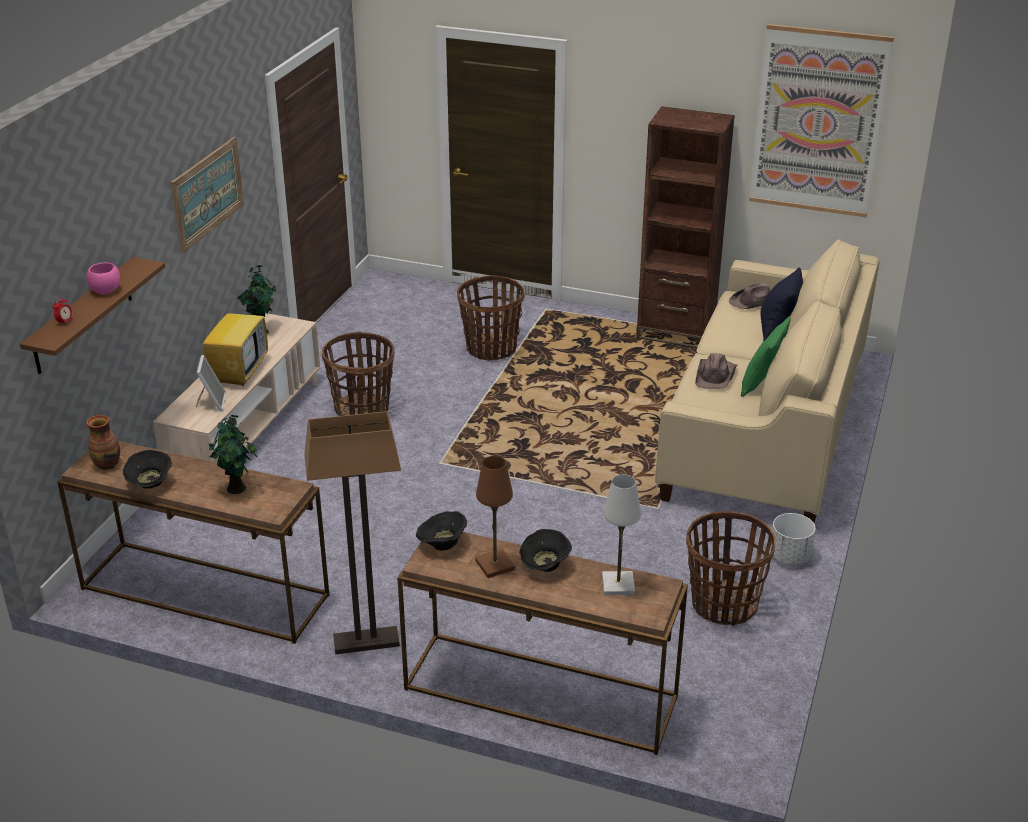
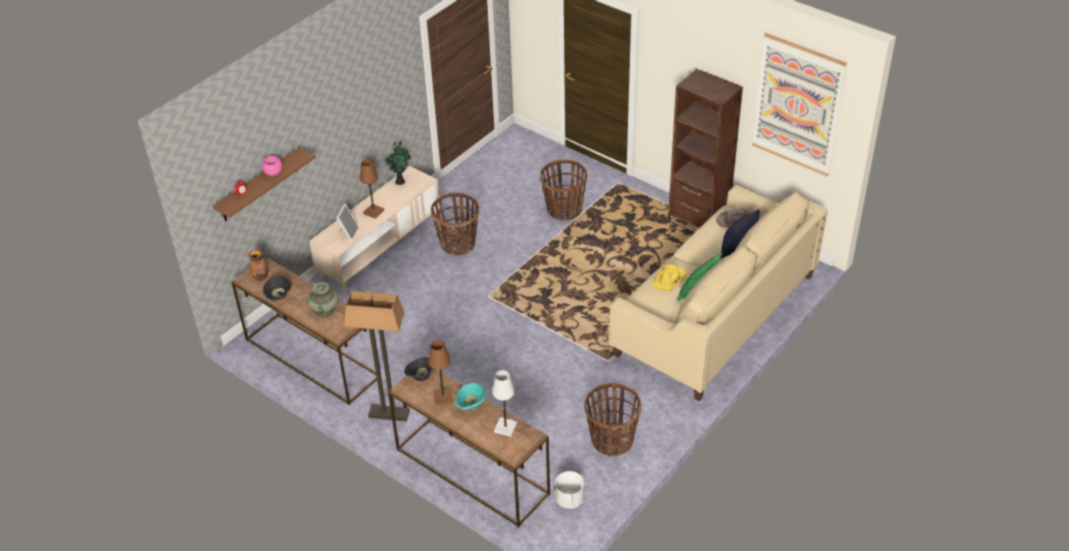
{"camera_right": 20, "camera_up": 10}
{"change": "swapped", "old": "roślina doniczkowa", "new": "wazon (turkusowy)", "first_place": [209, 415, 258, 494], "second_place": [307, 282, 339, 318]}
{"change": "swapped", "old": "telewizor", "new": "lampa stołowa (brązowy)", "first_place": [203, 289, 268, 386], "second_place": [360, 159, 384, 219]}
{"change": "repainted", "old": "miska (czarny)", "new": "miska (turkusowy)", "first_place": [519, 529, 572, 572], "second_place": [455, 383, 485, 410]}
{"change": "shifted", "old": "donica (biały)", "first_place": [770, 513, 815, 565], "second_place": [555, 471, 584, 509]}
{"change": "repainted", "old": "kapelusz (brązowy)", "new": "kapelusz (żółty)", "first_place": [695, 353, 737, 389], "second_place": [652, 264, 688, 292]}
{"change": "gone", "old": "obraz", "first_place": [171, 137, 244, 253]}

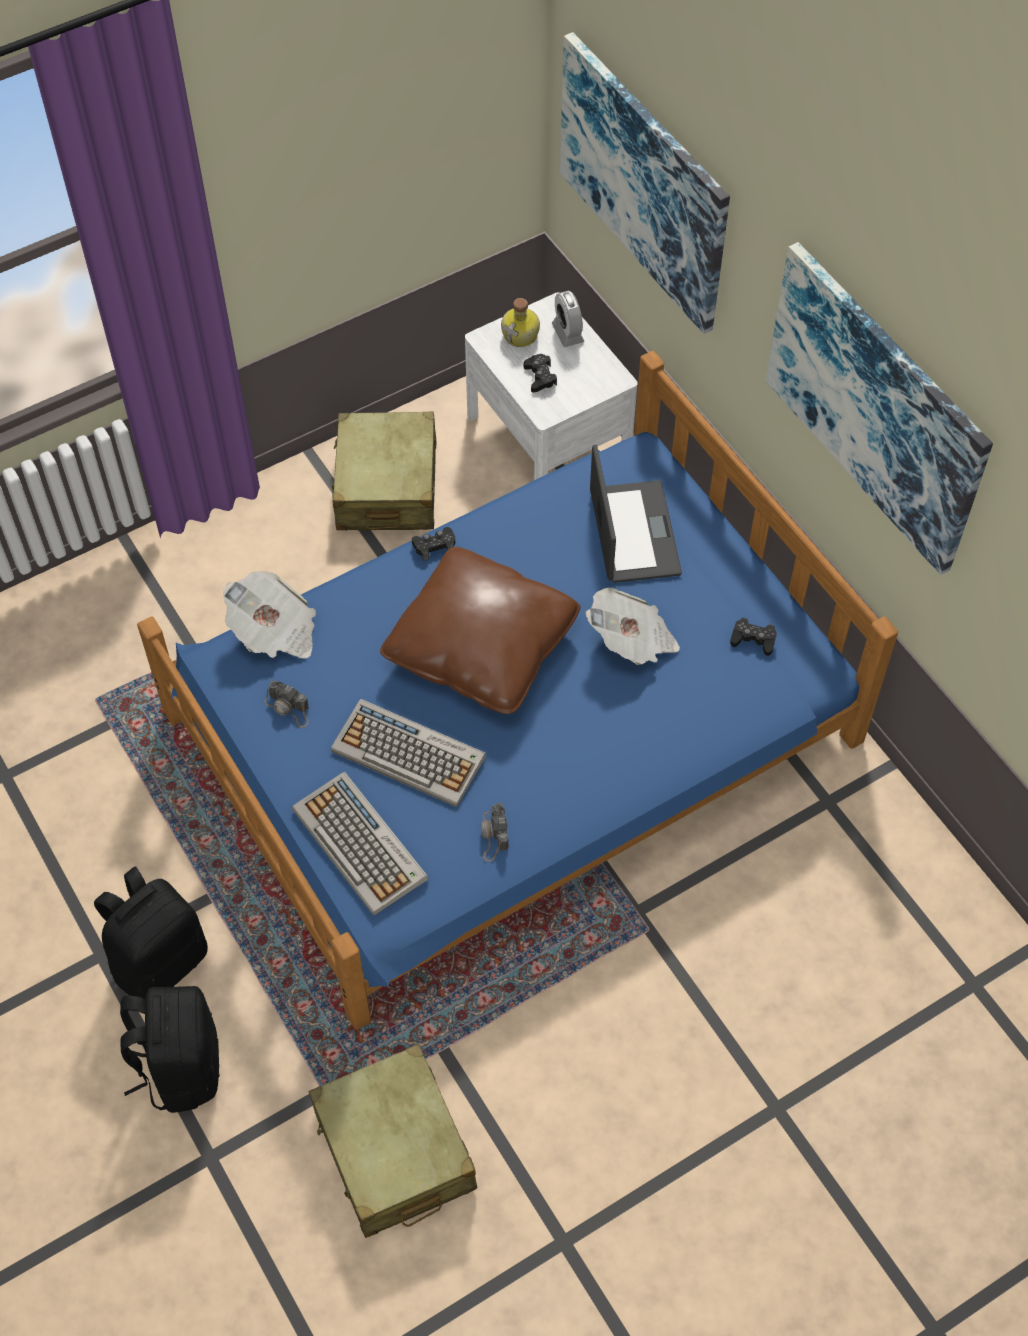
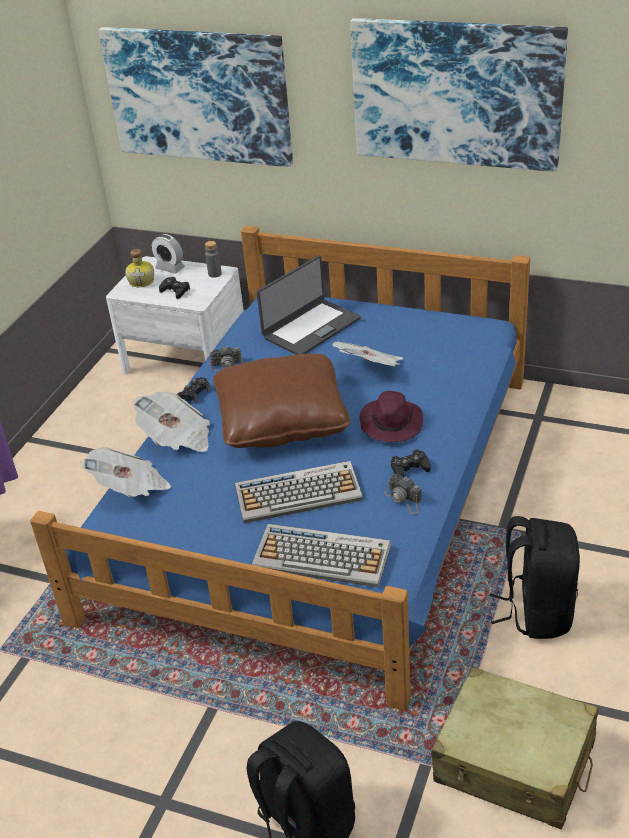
{"camera_right": -35, "camera_up": -20}
{"change": "new", "new": "gazeta", "second_place": [134, 392, 210, 452]}
{"change": "new", "new": "butelka (szary)", "second_place": [205, 241, 222, 278]}
{"change": "shifted", "old": "aparat fotograficzny", "first_place": [264, 681, 309, 728], "second_place": [210, 346, 244, 371]}
{"change": "rotated", "old": "laptop", "first_place": [590, 445, 682, 583], "second_place": [257, 256, 361, 355], "degrees": 90}
{"change": "new", "new": "kapelusz (fioletowy)", "second_place": [360, 391, 423, 442]}
{"change": "shifted", "old": "pad do gier (czarny)", "first_place": [730, 618, 777, 656], "second_place": [391, 449, 430, 477]}
{"change": "shifted", "old": "plecak (czarny)", "first_place": [94, 867, 208, 999], "second_place": [490, 516, 580, 639]}
{"change": "gone", "old": "walizka (beżowy)", "first_place": [332, 412, 437, 530]}

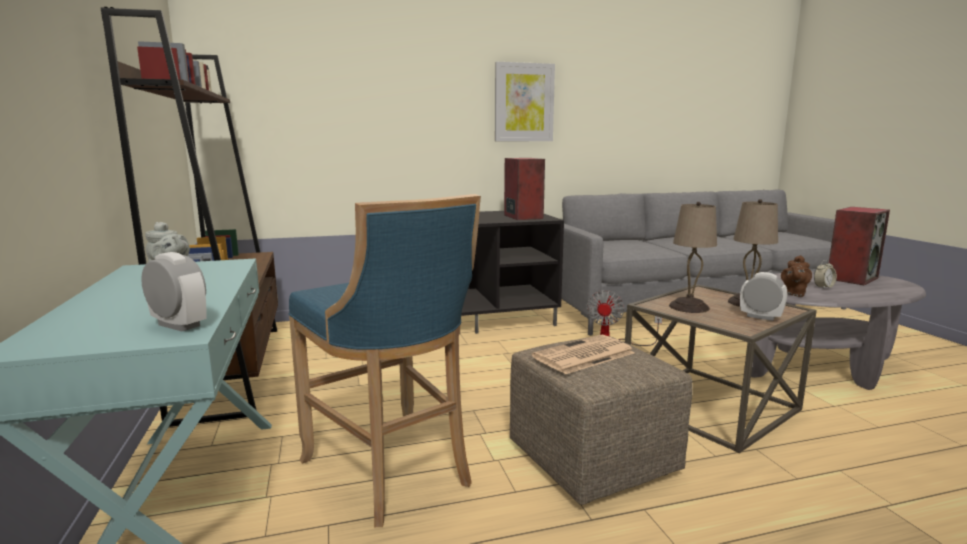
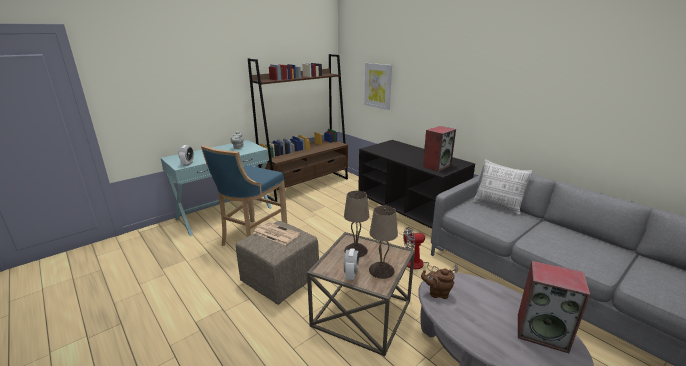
{"camera_right": 65, "camera_up": 10}
{"change": "shifted", "old": "obraz", "first_place": [495, 62, 555, 141], "second_place": [364, 63, 392, 110]}
{"change": "new", "new": "poduszka", "second_place": [473, 159, 533, 216]}
{"change": "gone", "old": "budzik", "first_place": [814, 260, 837, 289]}

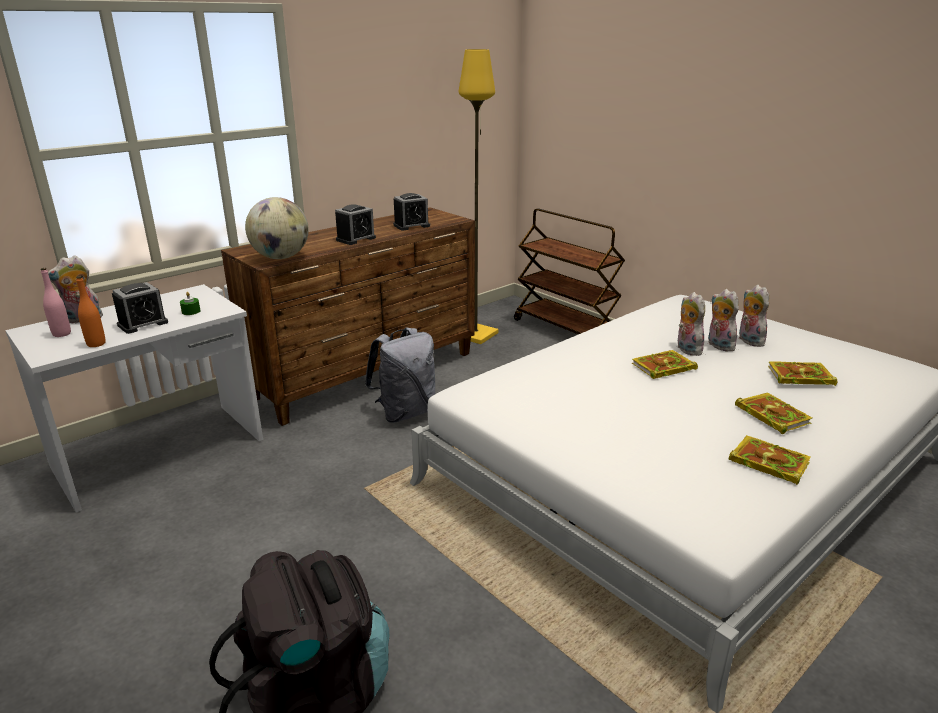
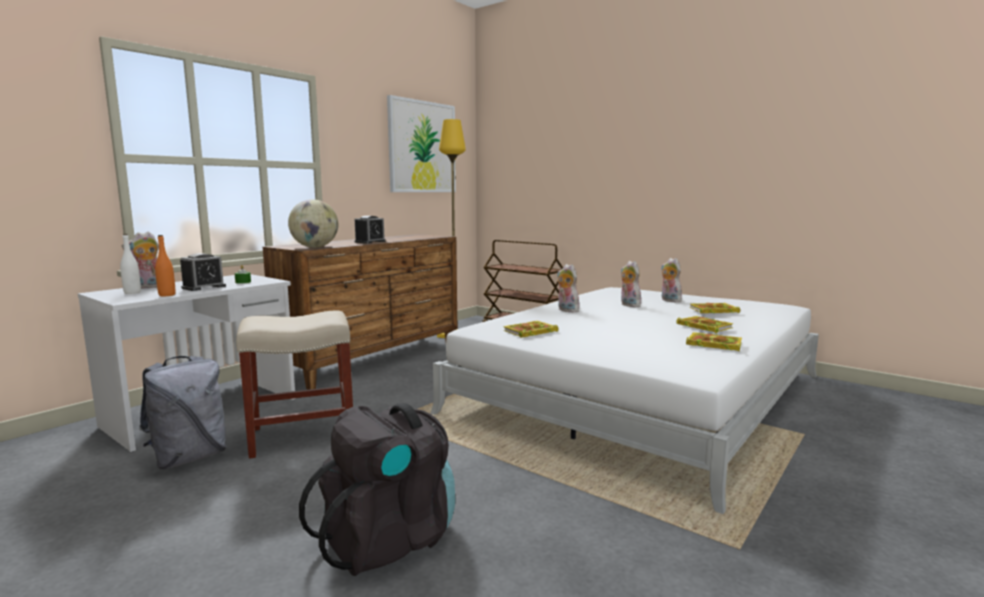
{"camera_right": -10, "camera_up": -15}
{"change": "repainted", "old": "butelka (różowy)", "new": "butelka (biały)", "first_place": [41, 268, 71, 337], "second_place": [120, 234, 141, 294]}
{"change": "shifted", "old": "plecak (szary)", "first_place": [365, 327, 435, 423], "second_place": [139, 356, 227, 470]}
{"change": "new", "new": "stołek (beżowy)", "second_place": [236, 311, 353, 459]}
{"change": "new", "new": "obraz", "second_place": [387, 95, 456, 192]}
{"change": "shifted", "old": "książka", "first_place": [632, 350, 698, 379], "second_place": [504, 321, 559, 338]}
{"change": "shifted", "old": "pluszak", "first_place": [708, 289, 739, 352], "second_place": [557, 264, 579, 313]}
{"change": "gone", "old": "budzik", "first_place": [393, 193, 430, 230]}

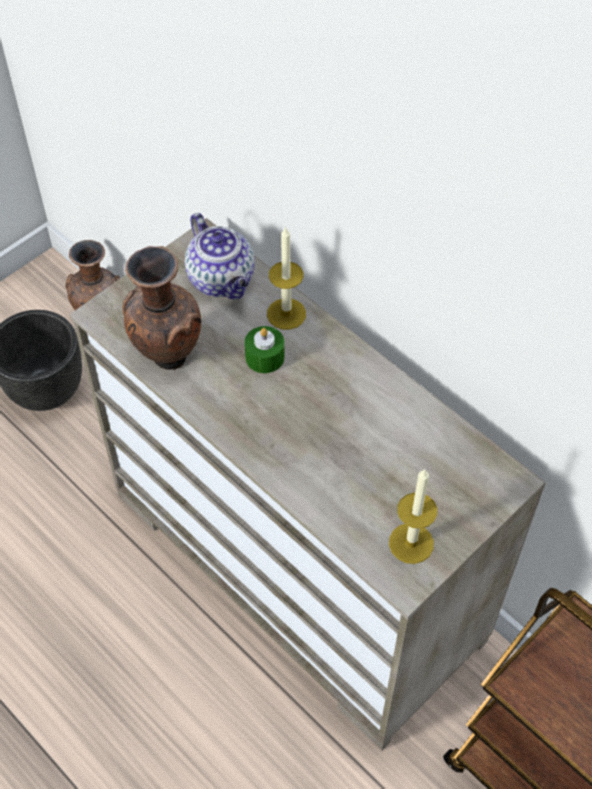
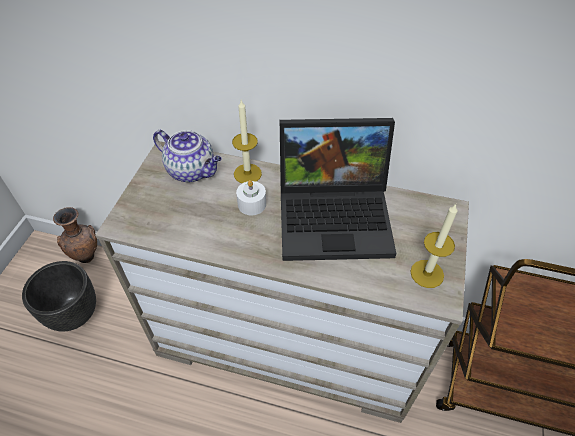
{"camera_right": -30, "camera_up": -5}
{"change": "repainted", "old": "świeca (zielony)", "new": "świeca (biały)", "first_place": [245, 326, 285, 373], "second_place": [236, 180, 266, 215]}
{"change": "new", "new": "laptop", "second_place": [280, 118, 396, 261]}
{"change": "gone", "old": "wazon (brązowy)", "first_place": [123, 246, 201, 370]}

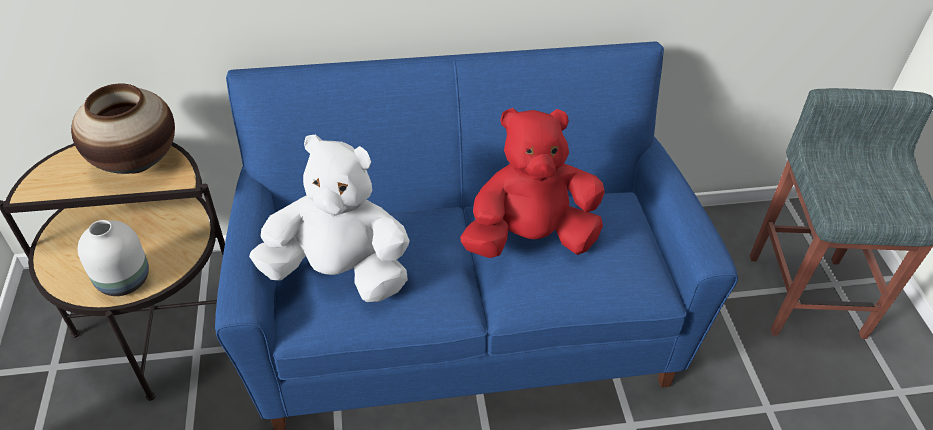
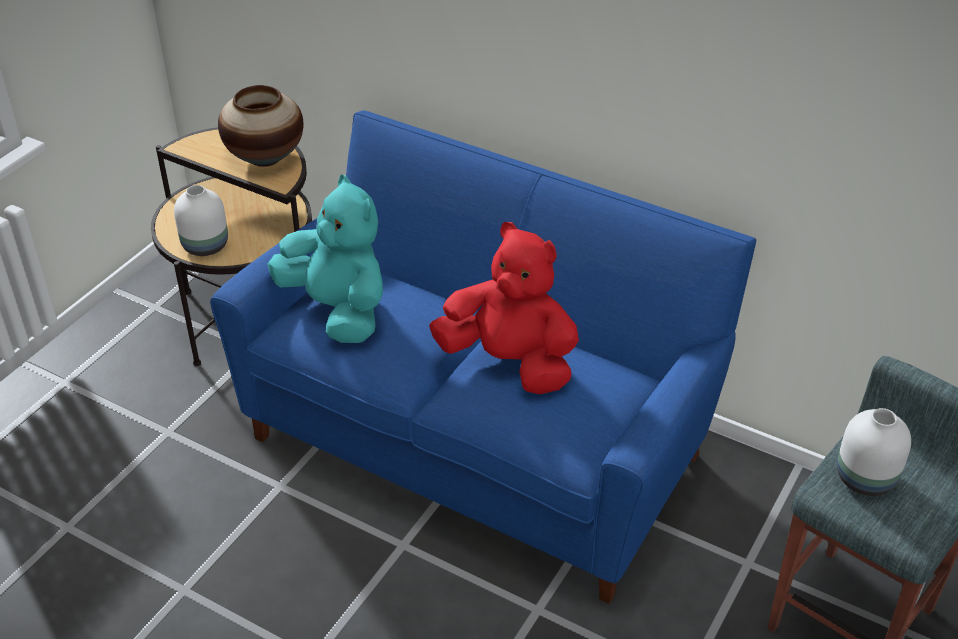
{"camera_right": 40, "camera_up": -5}
{"change": "repainted", "old": "pluszak (biały)", "new": "pluszak (turkusowy)", "first_place": [249, 135, 409, 302], "second_place": [267, 175, 383, 343]}
{"change": "new", "new": "wazon (biały)", "second_place": [837, 408, 911, 496]}

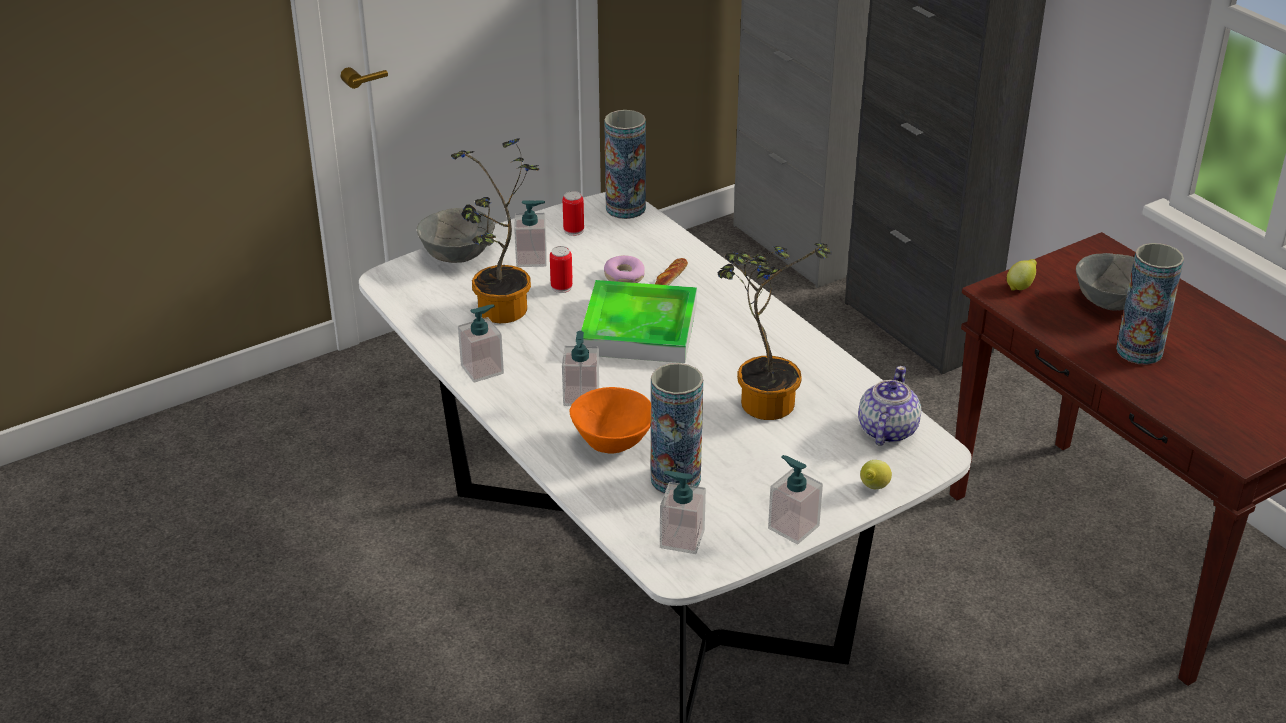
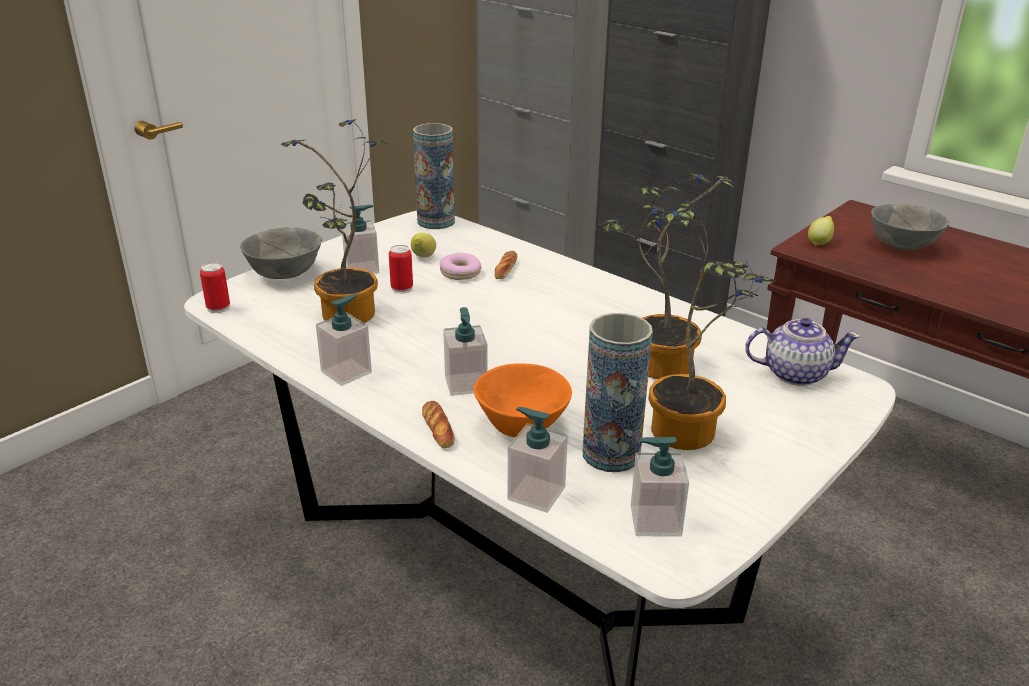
{"camera_right": -15, "camera_up": -5}
{"change": "shifted", "old": "puszka", "first_place": [563, 191, 584, 236], "second_place": [200, 262, 230, 313]}
{"change": "shifted", "old": "cytryna", "first_place": [860, 460, 892, 489], "second_place": [411, 233, 436, 258]}
{"change": "new", "new": "chleb", "second_place": [422, 401, 455, 448]}
{"change": "shifted", "old": "dozownik mydła", "first_place": [768, 455, 823, 544], "second_place": [507, 407, 568, 513]}
{"change": "new", "new": "roślina doniczkowa", "second_place": [648, 201, 775, 450]}
{"change": "rotated", "old": "imbryk", "first_place": [858, 366, 921, 446], "second_place": [745, 318, 861, 386], "degrees": 90}
{"change": "gone", "old": "taca", "first_place": [581, 280, 697, 363]}
{"change": "gone", "old": "wazon", "first_place": [1116, 243, 1184, 365]}

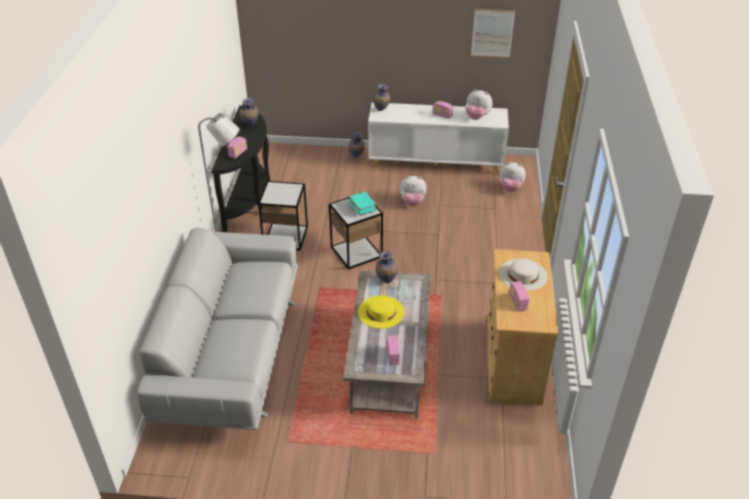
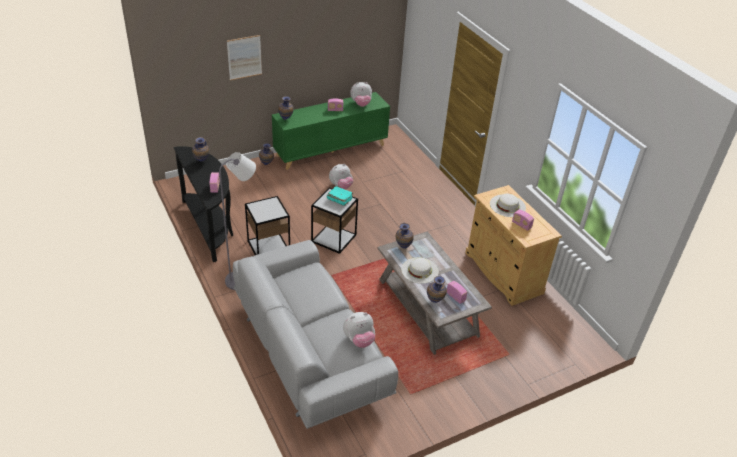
{"camera_right": -35, "camera_up": 0}
{"change": "shifted", "old": "obraz", "first_place": [471, 10, 515, 58], "second_place": [227, 35, 262, 80]}
{"change": "repainted", "old": "szafka (biały)", "new": "szafka (zielony)", "first_place": [368, 102, 509, 175], "second_place": [272, 92, 390, 170]}
{"change": "shifted", "old": "pluszak", "first_place": [499, 162, 526, 192], "second_place": [343, 312, 375, 348]}
{"change": "repainted", "old": "kapelusz (żółty)", "new": "kapelusz (biały)", "first_place": [358, 296, 404, 329], "second_place": [401, 257, 439, 284]}
{"change": "new", "new": "wazon", "second_place": [427, 276, 447, 303]}

